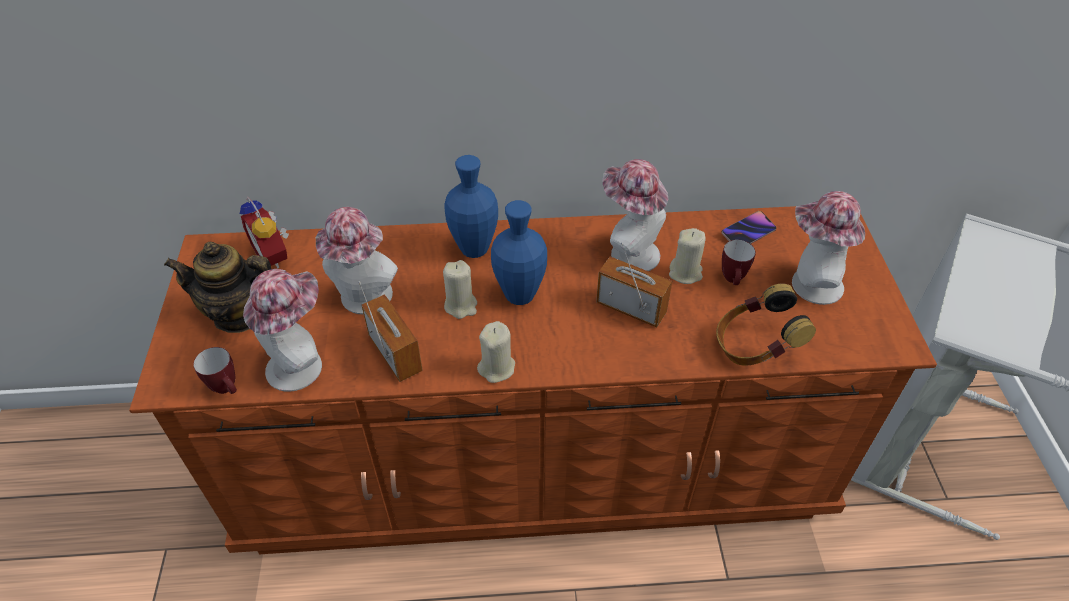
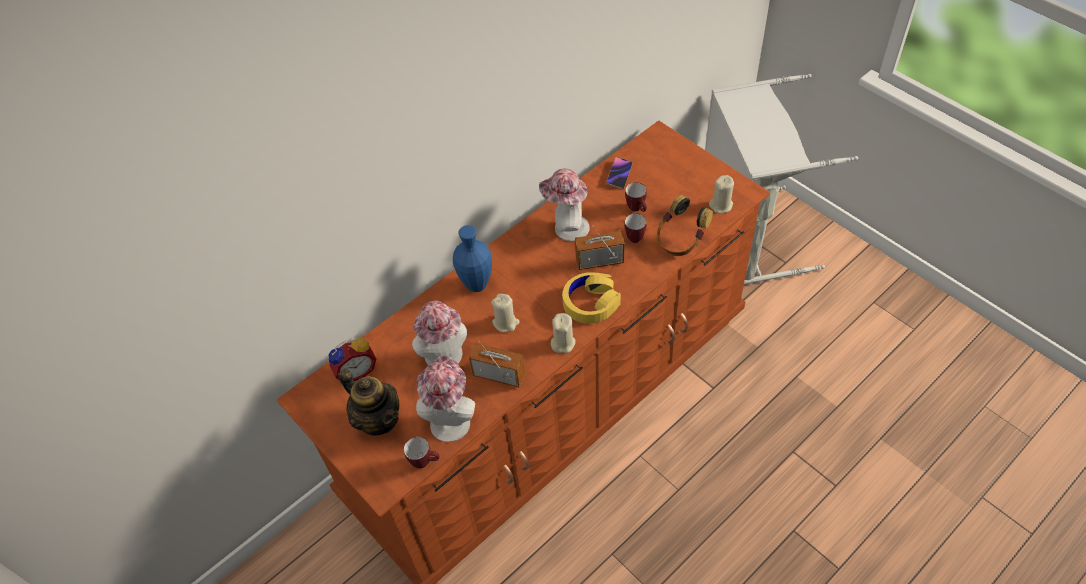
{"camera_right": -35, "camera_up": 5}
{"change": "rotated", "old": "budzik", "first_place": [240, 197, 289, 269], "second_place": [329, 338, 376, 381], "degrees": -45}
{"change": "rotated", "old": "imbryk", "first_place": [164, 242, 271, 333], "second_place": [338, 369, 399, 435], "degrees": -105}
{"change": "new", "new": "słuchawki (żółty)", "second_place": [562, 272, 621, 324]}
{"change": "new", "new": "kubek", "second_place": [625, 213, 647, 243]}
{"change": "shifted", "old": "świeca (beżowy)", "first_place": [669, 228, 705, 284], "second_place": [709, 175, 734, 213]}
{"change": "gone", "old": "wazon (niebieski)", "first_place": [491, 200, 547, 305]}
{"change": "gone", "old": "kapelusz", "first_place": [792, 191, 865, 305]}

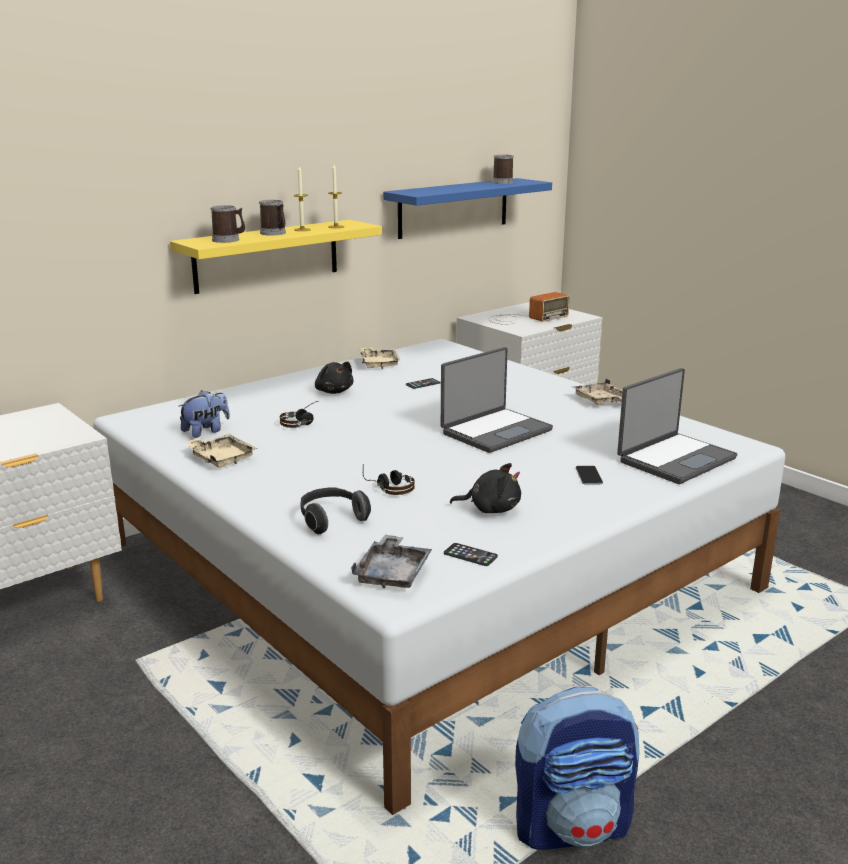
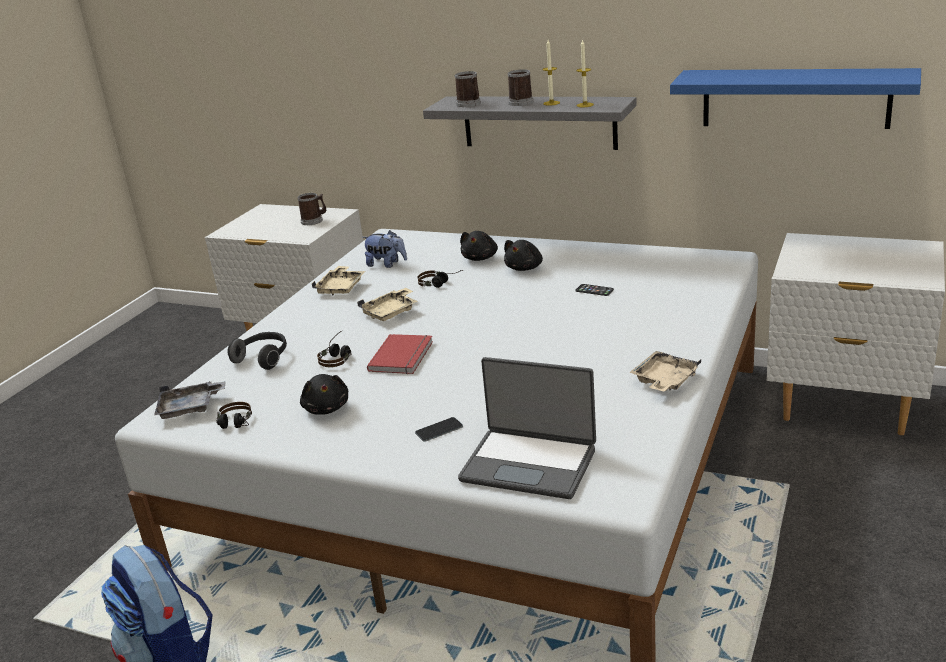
{"camera_right": 65, "camera_up": 5}
{"change": "swapped", "old": "telefon", "new": "słuchawki", "first_place": [444, 543, 498, 566], "second_place": [216, 402, 252, 429]}
{"change": "shifted", "old": "kubek", "first_place": [492, 155, 514, 184], "second_place": [298, 193, 326, 225]}
{"change": "shifted", "old": "taca (beżowy)", "first_place": [359, 347, 400, 369], "second_place": [357, 288, 418, 321]}
{"change": "new", "new": "książka (czerwony)", "second_place": [367, 334, 433, 374]}
{"change": "repainted", "old": "półka (żółty)", "new": "półka (szary)", "first_place": [170, 220, 382, 294], "second_place": [423, 96, 637, 150]}
{"change": "new", "new": "pluszak (czarny)", "second_place": [460, 231, 498, 261]}
{"change": "gone", "old": "laptop", "first_place": [441, 347, 553, 453]}
{"change": "gone", "old": "radio", "first_place": [489, 292, 570, 325]}

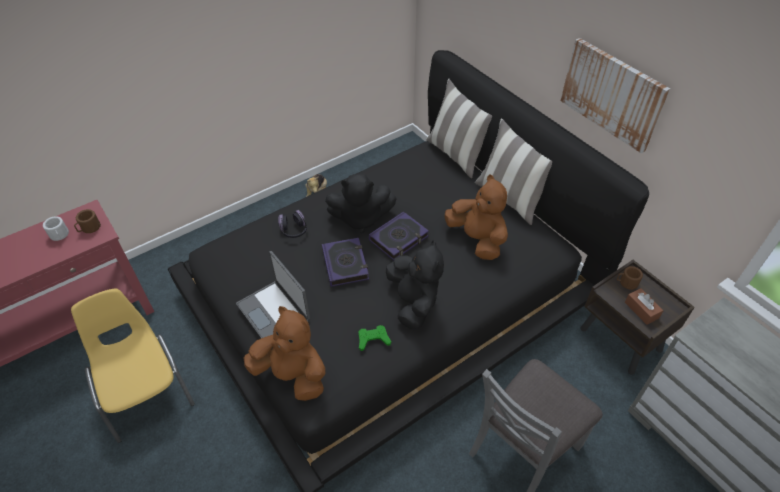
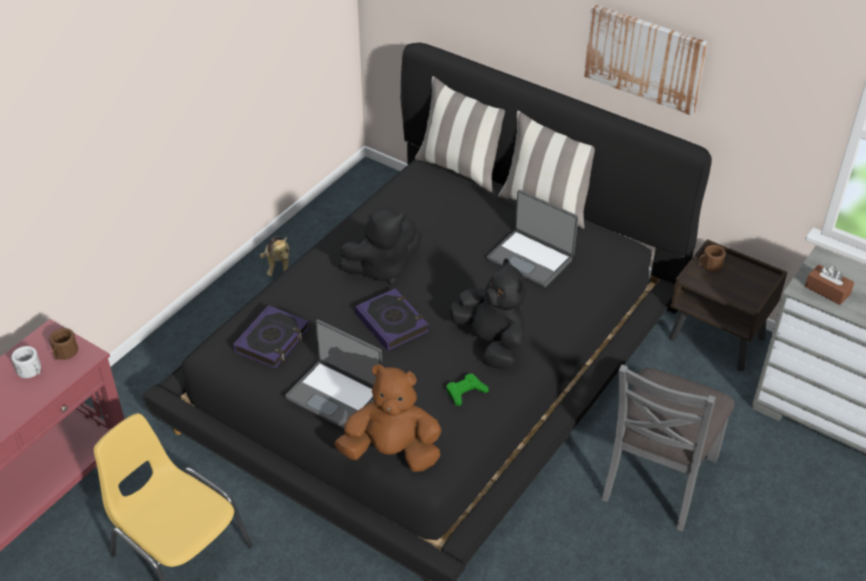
{"camera_right": -20, "camera_up": -5}
{"change": "shifted", "old": "książka", "first_place": [369, 211, 429, 260], "second_place": [233, 305, 309, 369]}
{"change": "swapped", "old": "pluszak (brązowy)", "new": "laptop", "first_place": [445, 174, 508, 260], "second_place": [487, 190, 578, 287]}
{"change": "shifted", "old": "pudełko chusteczek (brązowy)", "first_place": [625, 288, 664, 325], "second_place": [805, 264, 854, 305]}
{"change": "gone", "old": "słuchawki", "first_place": [278, 210, 307, 238]}

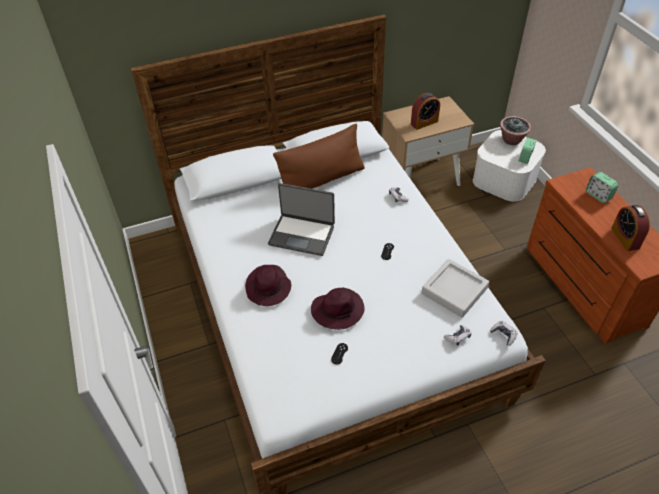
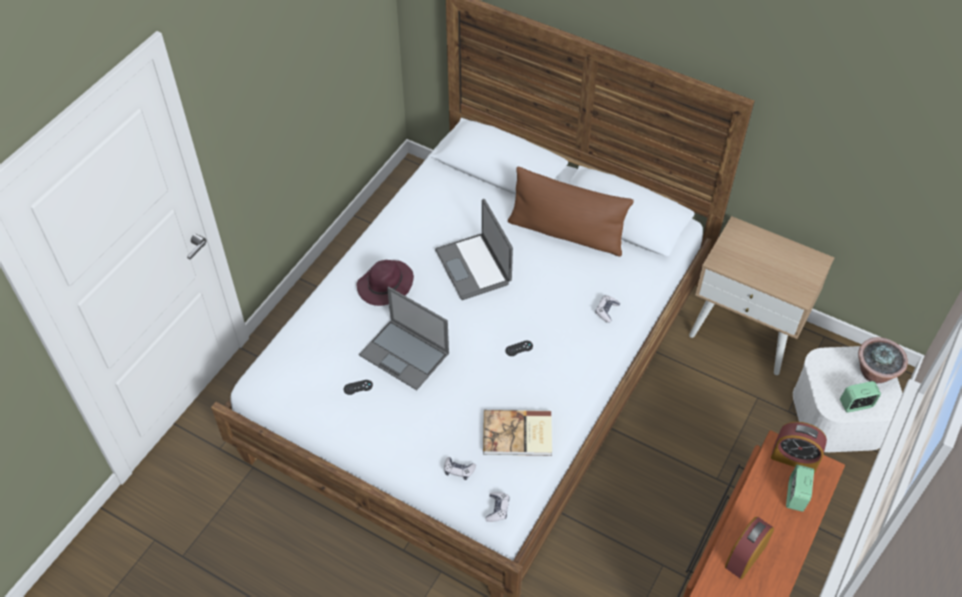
{"camera_right": 50, "camera_up": 5}
{"change": "swapped", "old": "kapelusz (fioletowy)", "new": "laptop", "first_place": [311, 288, 365, 330], "second_place": [359, 286, 449, 390]}
{"change": "swapped", "old": "taca (szary)", "new": "książka", "first_place": [422, 259, 489, 318], "second_place": [483, 410, 552, 456]}
{"change": "shifted", "old": "budzik", "first_place": [411, 93, 440, 130], "second_place": [771, 422, 827, 473]}

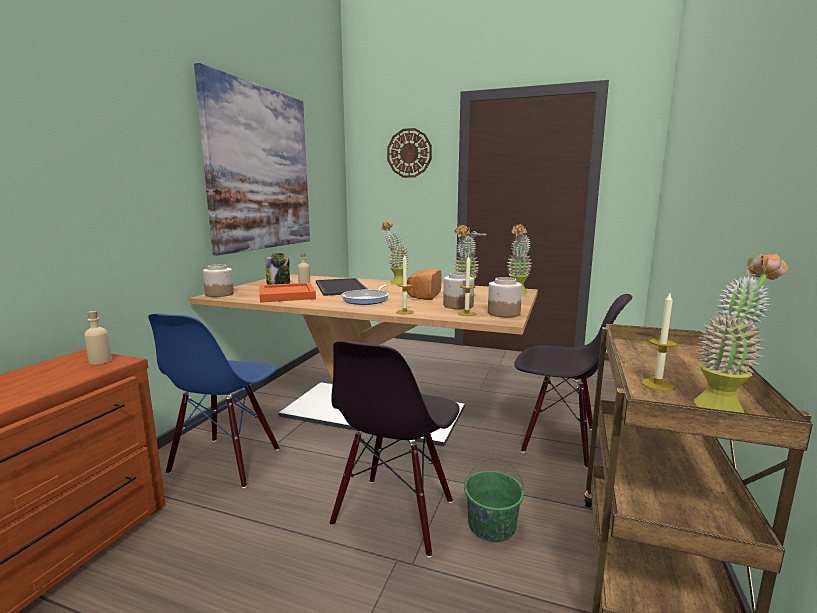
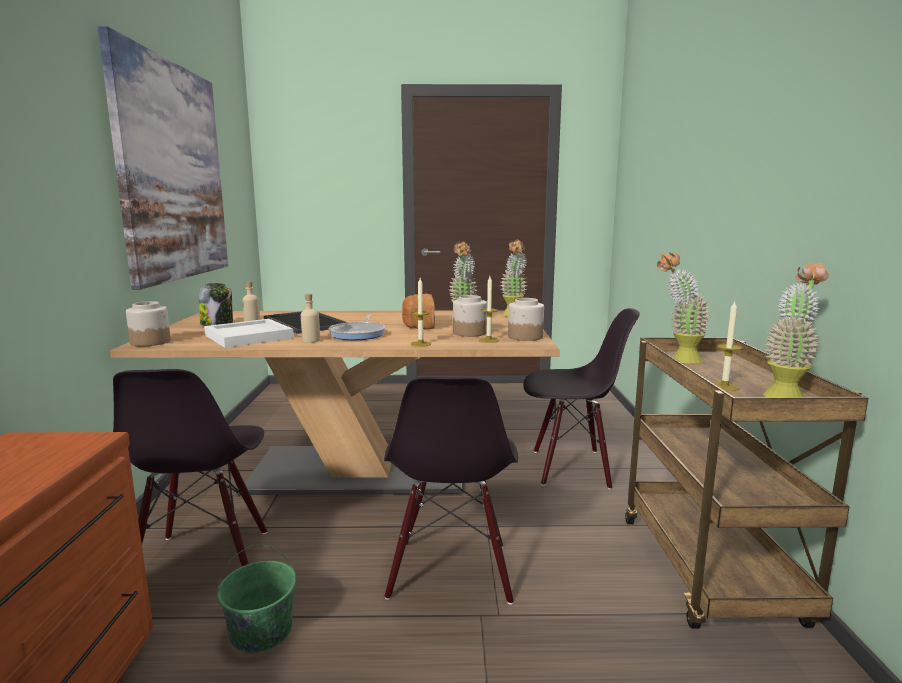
{"camera_right": -20, "camera_up": 0}
{"change": "repainted", "old": "krzesło (niebieski)", "new": "krzesło (czarny)", "first_place": [148, 314, 279, 488], "second_place": [113, 369, 267, 566]}
{"change": "repainted", "old": "taca (pomarańczowy)", "new": "taca (biały)", "first_place": [259, 283, 316, 303], "second_place": [204, 319, 294, 348]}
{"change": "shifted", "old": "wiadro (zielony)", "first_place": [464, 457, 524, 542], "second_place": [217, 544, 296, 653]}
{"change": "shifted", "old": "butelka (beżowy)", "first_place": [84, 311, 112, 365], "second_place": [301, 294, 320, 343]}
{"change": "shifted", "old": "roślina doniczkowa", "first_place": [381, 220, 409, 285], "second_place": [657, 253, 711, 364]}
{"change": "gone", "old": "zegar ścienny", "first_place": [387, 128, 432, 178]}

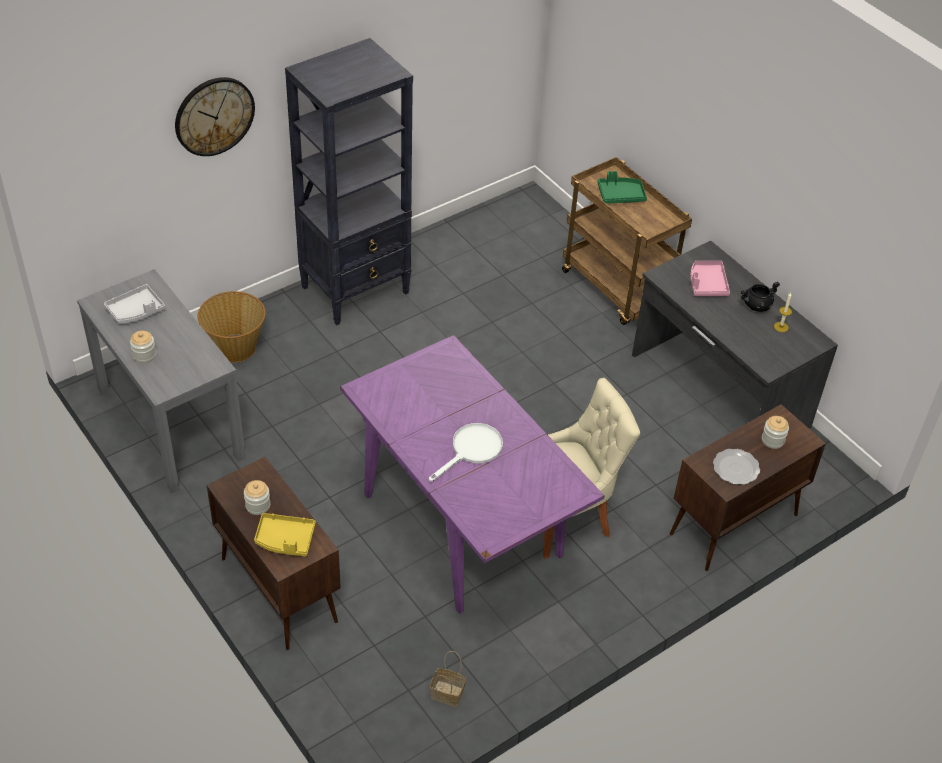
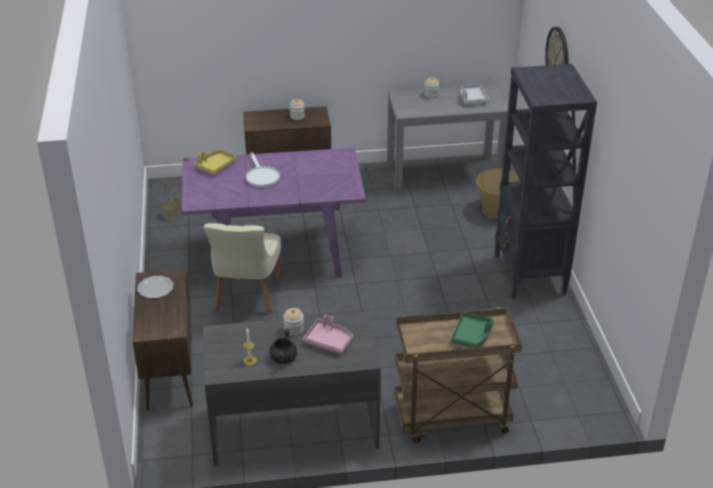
{"camera_right": 120, "camera_up": -10}
{"change": "shifted", "old": "taca (żółty)", "first_place": [254, 513, 316, 557], "second_place": [194, 150, 237, 175]}
{"change": "shifted", "old": "słoik", "first_place": [762, 416, 789, 449], "second_place": [284, 308, 304, 336]}

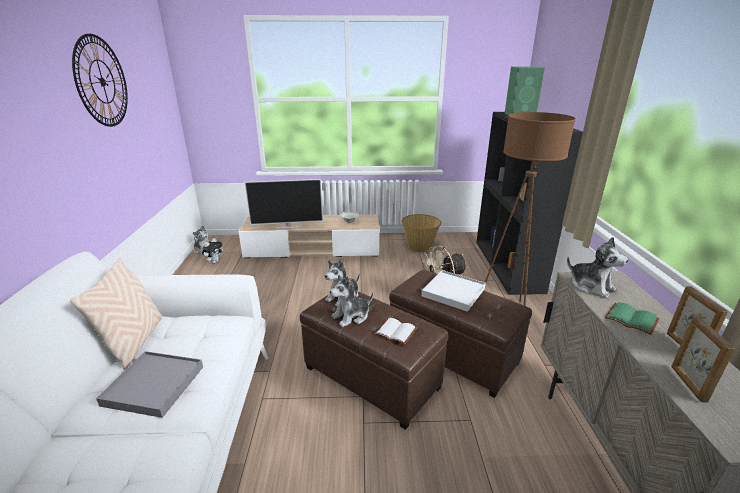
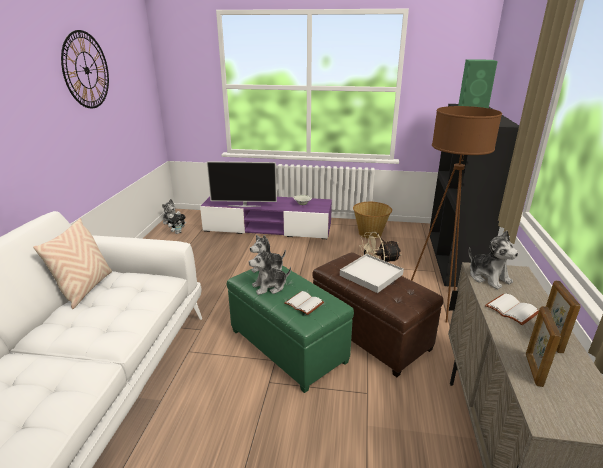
{"camera_right": 10, "camera_up": 0}
{"change": "repainted", "old": "szafka pod telewizor (beżowy)", "new": "szafka pod telewizor (fioletowy)", "first_place": [239, 215, 380, 258], "second_place": [200, 197, 332, 239]}
{"change": "repainted", "old": "pufa (brązowy)", "new": "pufa (zielony)", "first_place": [300, 292, 449, 430], "second_place": [227, 265, 354, 393]}
{"change": "repainted", "old": "książka (zielony)", "new": "książka (biały)", "first_place": [605, 302, 660, 335], "second_place": [485, 294, 539, 325]}
{"change": "gone", "old": "taca (szary)", "first_place": [96, 351, 203, 418]}

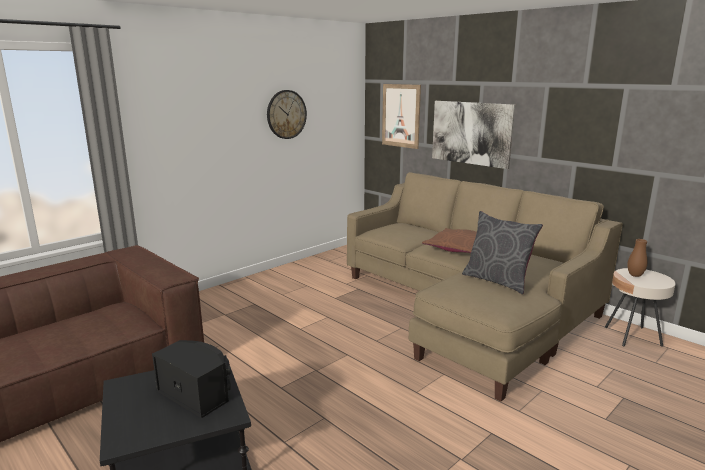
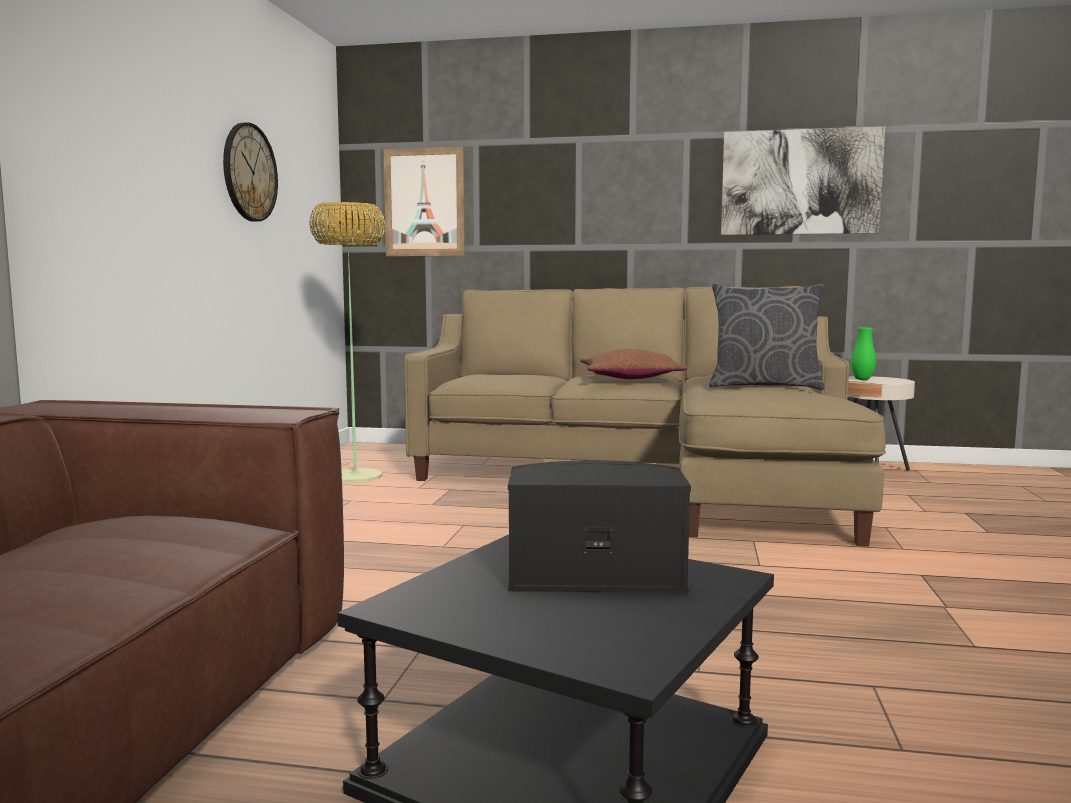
{"camera_right": -35, "camera_up": -10}
{"change": "new", "new": "lampa stojąca", "second_place": [309, 202, 385, 483]}
{"change": "shifted", "old": "obraz", "first_place": [432, 101, 515, 169], "second_place": [721, 127, 885, 235]}
{"change": "repainted", "old": "wazon (brązowy)", "new": "wazon (zielony)", "first_place": [627, 239, 647, 277], "second_place": [851, 328, 876, 380]}

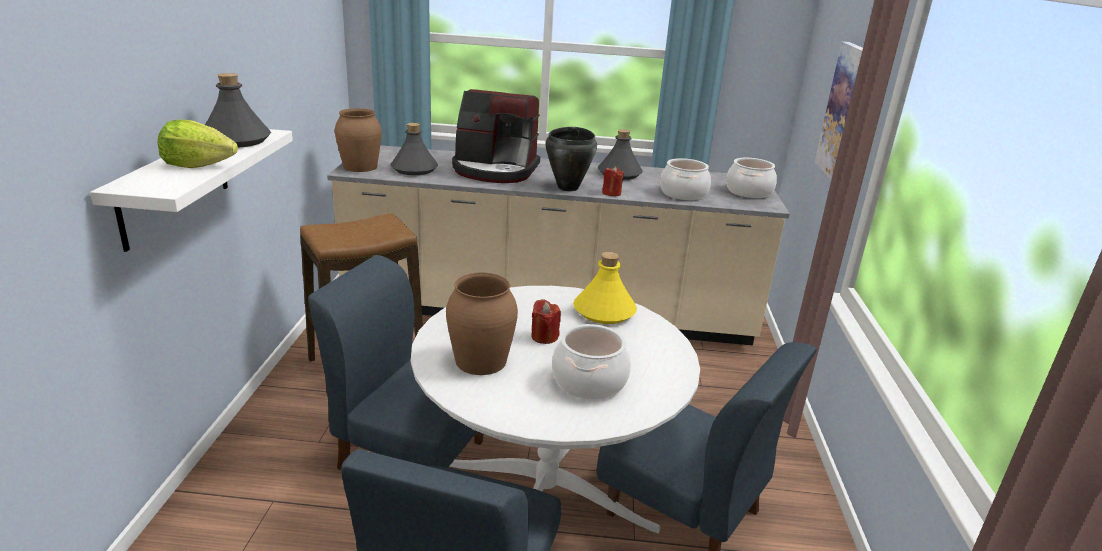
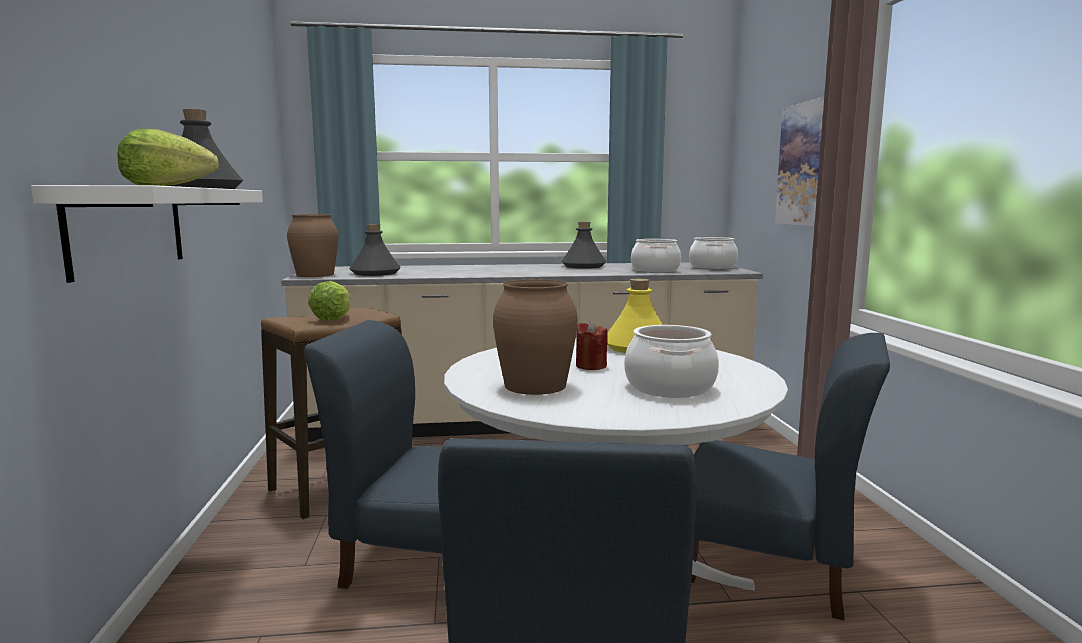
{"camera_right": -10, "camera_up": -15}
{"change": "new", "new": "sałata", "second_place": [308, 281, 350, 321]}
{"change": "gone", "old": "ekspres do kawy", "first_place": [452, 89, 540, 183]}
{"change": "gone", "old": "garnek (czarny)", "first_place": [545, 127, 597, 191]}
{"change": "gone", "old": "świeca (czerwony)", "first_place": [602, 166, 624, 196]}

